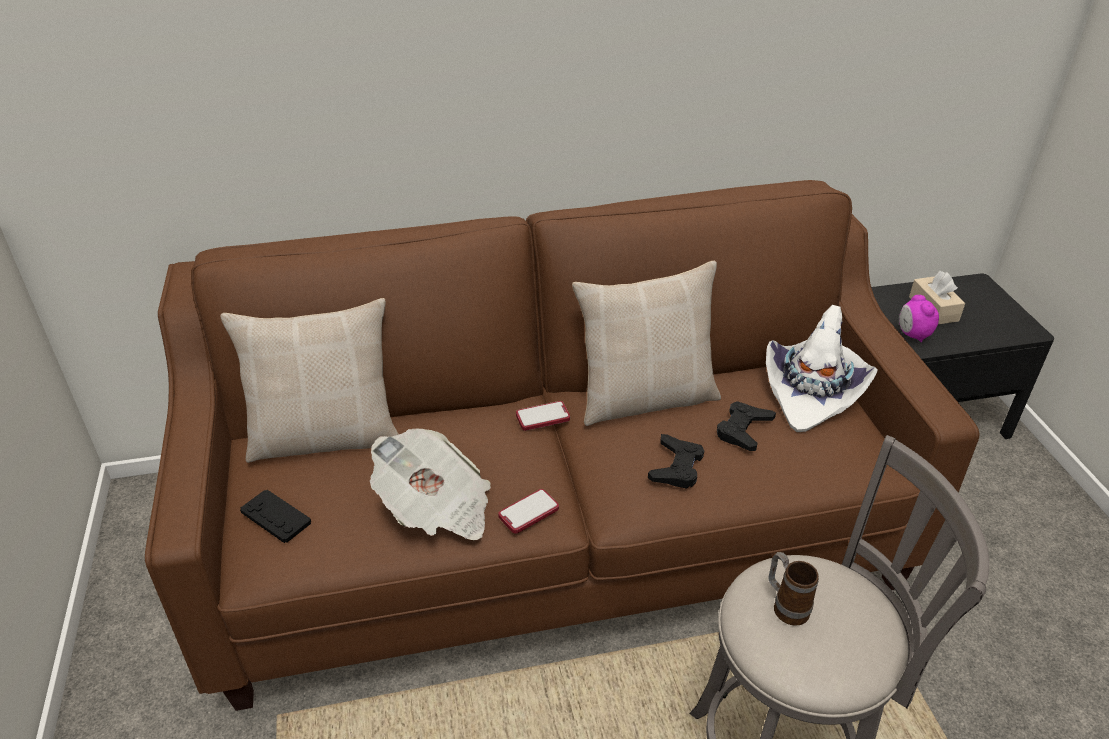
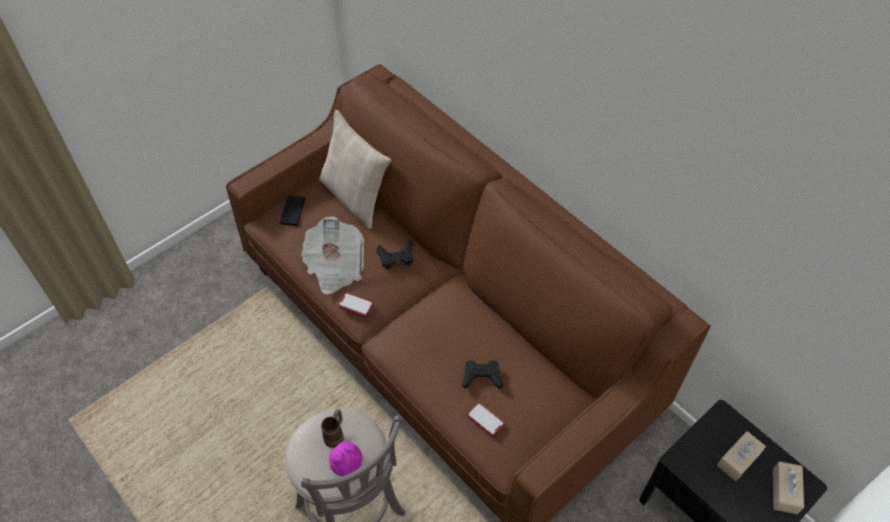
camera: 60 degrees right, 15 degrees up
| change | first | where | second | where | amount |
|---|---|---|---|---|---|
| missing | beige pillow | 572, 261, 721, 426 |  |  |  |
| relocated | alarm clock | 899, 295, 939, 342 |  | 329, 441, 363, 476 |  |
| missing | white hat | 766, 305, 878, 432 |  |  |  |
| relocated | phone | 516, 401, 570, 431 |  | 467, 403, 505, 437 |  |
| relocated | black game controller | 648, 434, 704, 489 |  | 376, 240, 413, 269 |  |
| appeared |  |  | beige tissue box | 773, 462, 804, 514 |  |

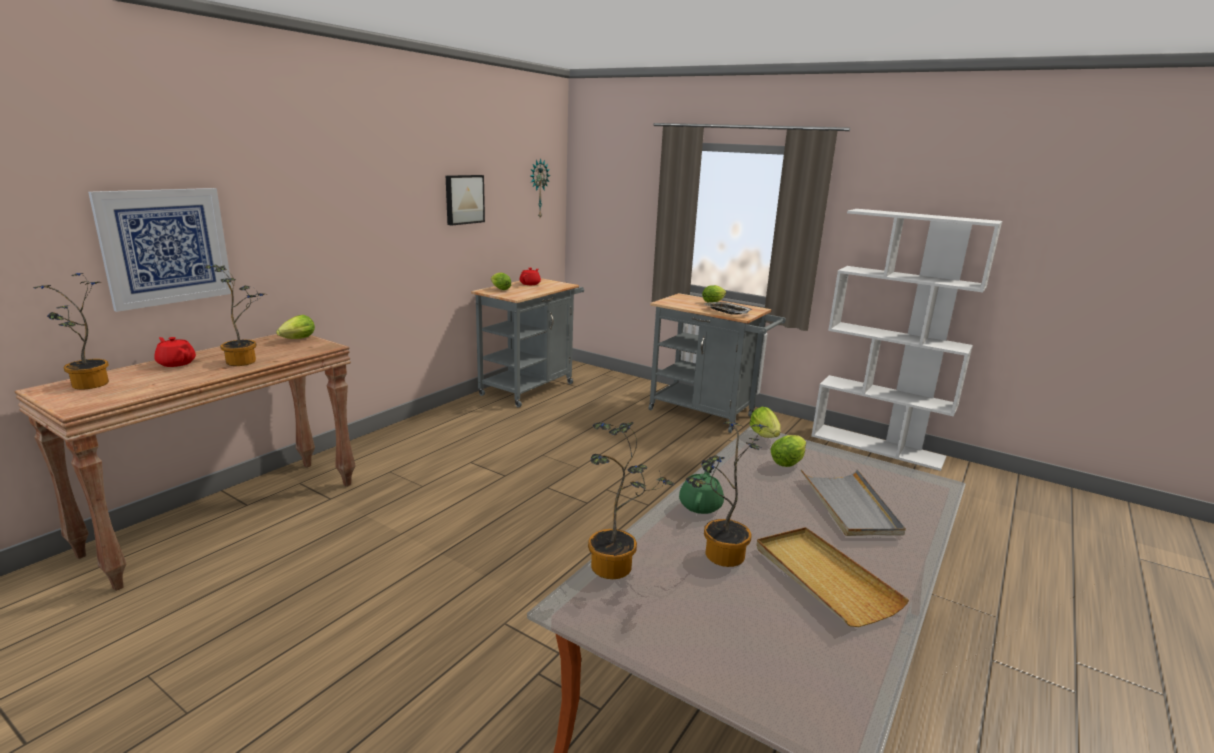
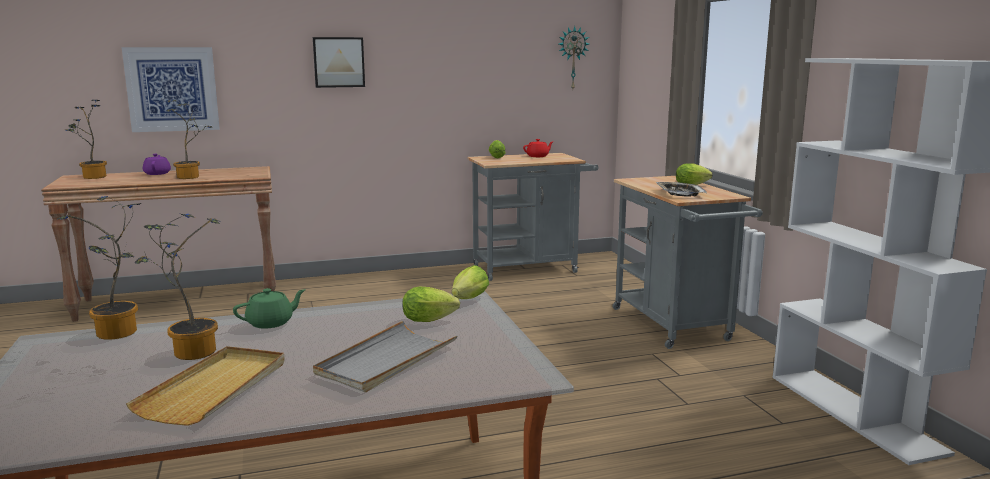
camera: 40 degrees right, 5 degrees down
| change | first | where | second | where | amount |
|---|---|---|---|---|---|
| relocated | picture | 446, 175, 485, 226 |  | 313, 37, 365, 88 |  |
| missing | lettuce | 276, 315, 315, 339 |  |  |  |
| colour | red teapot | 154, 337, 196, 367 | purple teapot | 143, 154, 171, 175 |  |

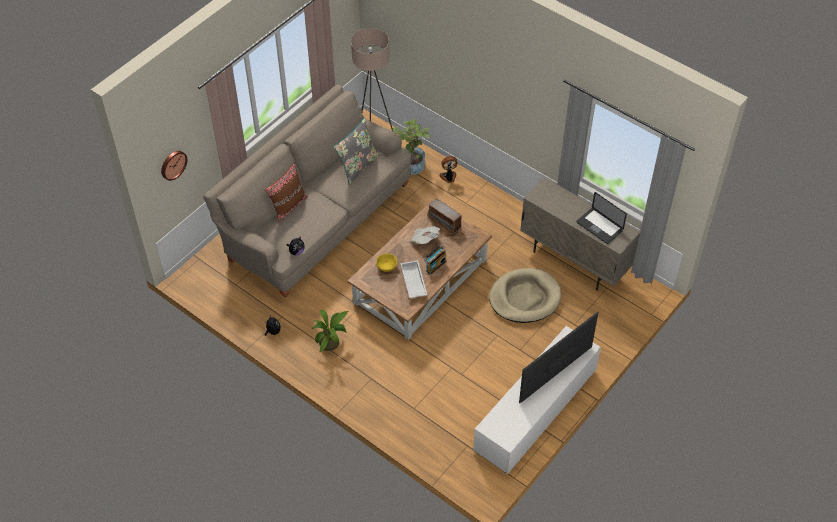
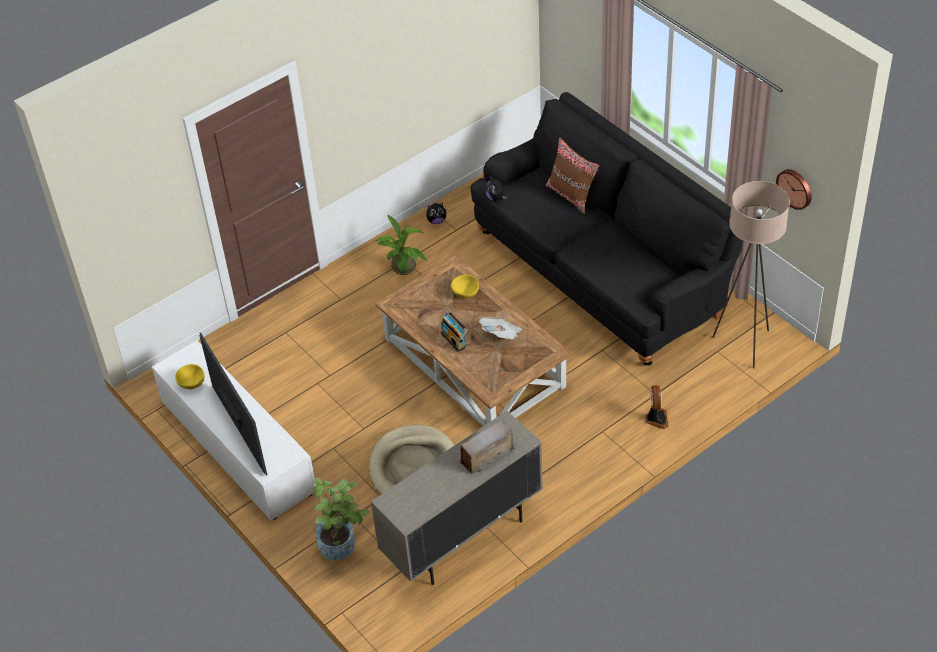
camera: 105 degrees right, 5 degrees down
| change | first | where | second | where | amount |
|---|---|---|---|---|---|
| colour | beige sofa | 203, 85, 412, 297 | black sofa | 471, 92, 743, 366 |  |
| missing | grey pillow | 334, 118, 379, 185 |  |  |  |
| relocated | potted plant | 392, 119, 430, 175 |  | 314, 478, 370, 560 |  |
| relocated | wall clock | 161, 151, 187, 181 |  | 776, 169, 812, 210 |  |
| missing | laptop | 576, 192, 627, 244 |  |  |  |
| relocated | radio | 427, 198, 463, 234 |  | 459, 421, 515, 474 |  |
| missing | white tray | 400, 260, 427, 298 |  |  |  |
| appeared |  |  | yellow bowl | 175, 364, 205, 389 |  |

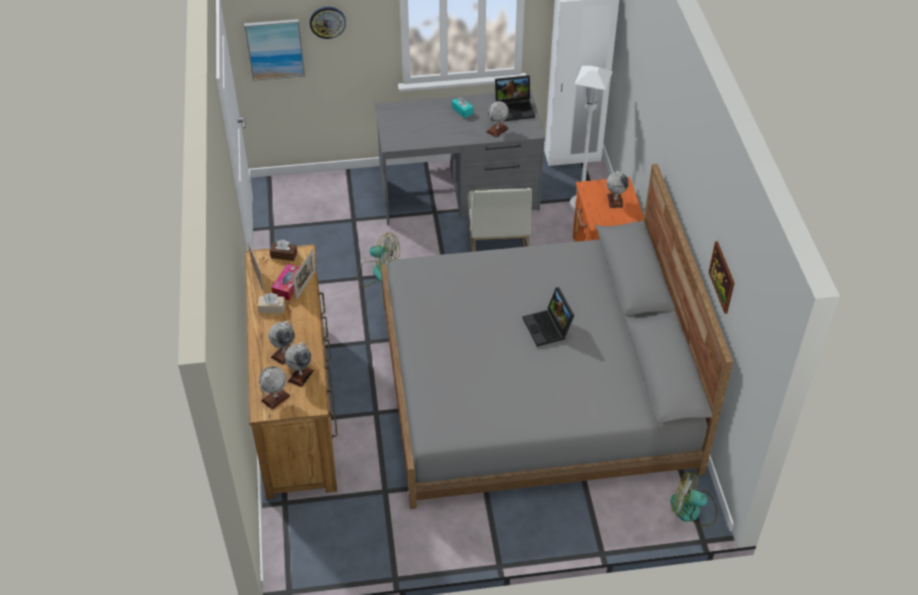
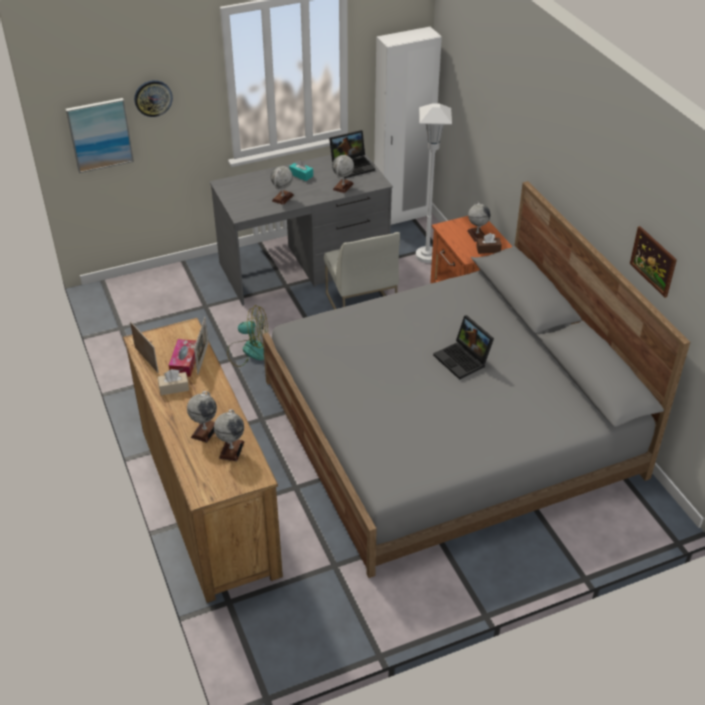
camera: 15 degrees left, 5 degrees down
| change | first | where | second | where | amount |
|---|---|---|---|---|---|
| relocated | brown tissue box | 270, 240, 297, 261 |  | 476, 233, 502, 254 |  |
| relocated | globe | 259, 366, 290, 410 |  | 271, 166, 294, 205 |  |
| missing | fan | 670, 471, 717, 526 |  |  |  |

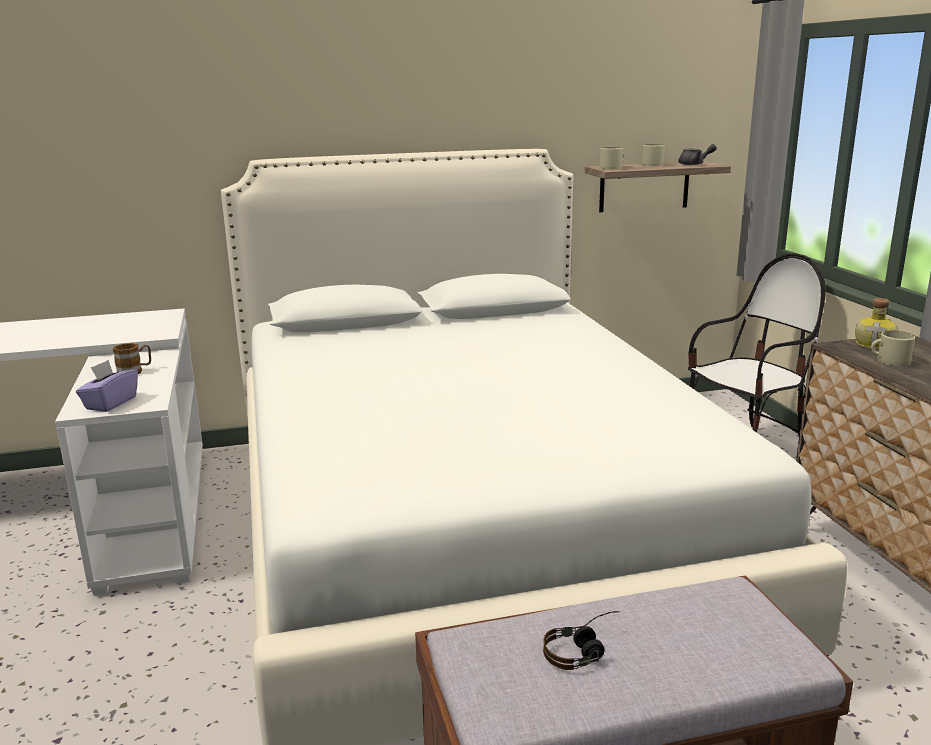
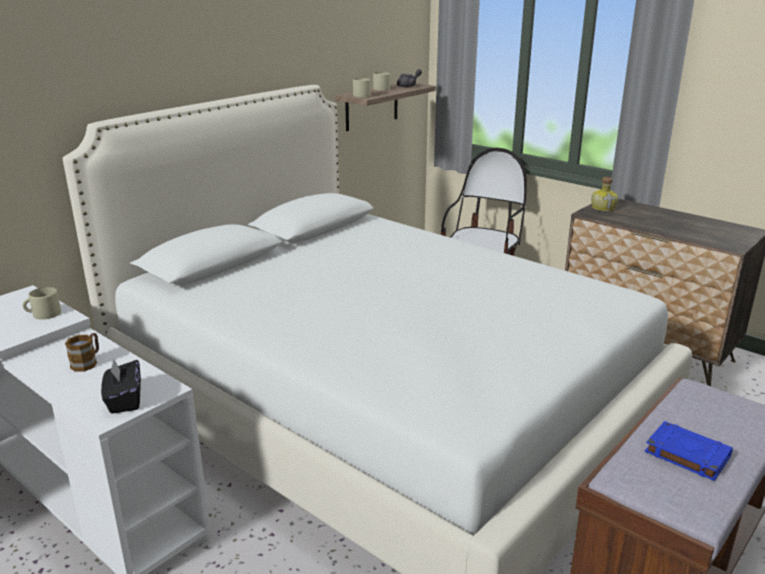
camera: 35 degrees left, 5 degrees up
| change | first | where | second | where | amount |
|---|---|---|---|---|---|
| relocated | beige mug | 870, 331, 915, 366 |  | 22, 287, 61, 320 |  |
| colour | purple tissue box | 76, 360, 138, 412 | black tissue box | 101, 358, 141, 414 |  |
| exchanged | headphones | 543, 611, 620, 670 | blue book | 645, 421, 733, 481 |  |

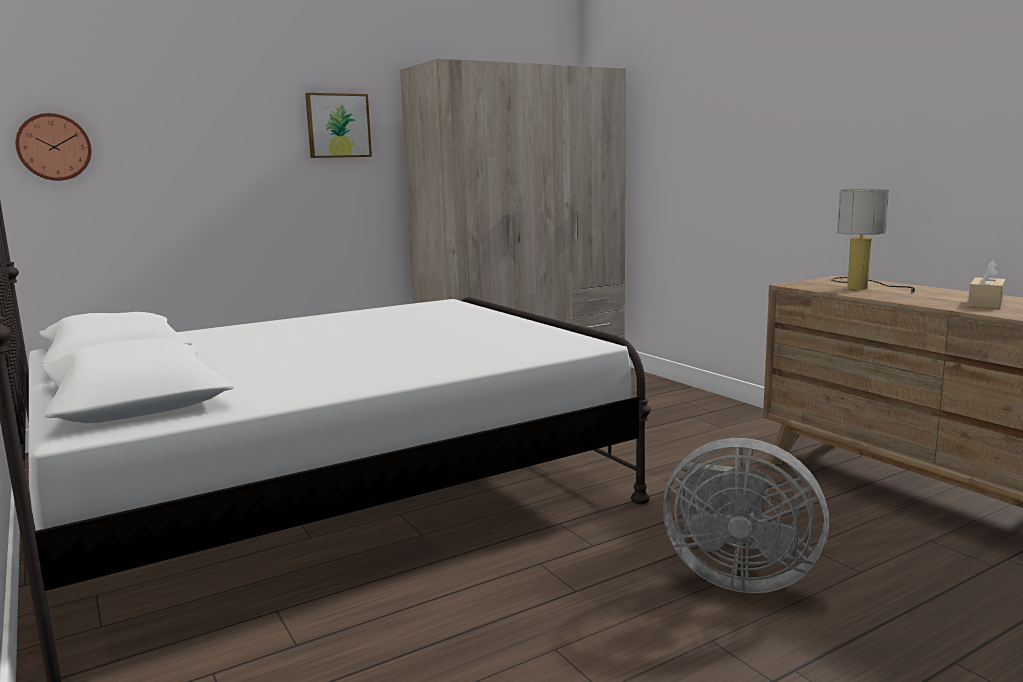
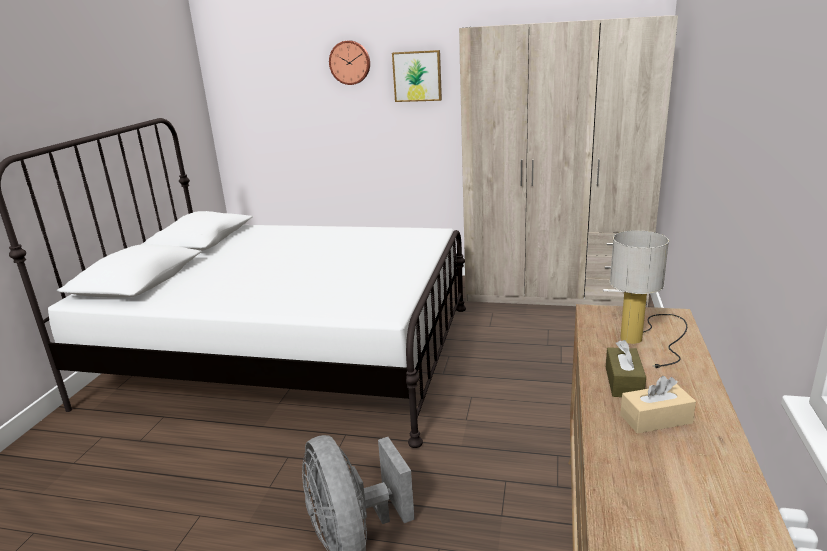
camera: 45 degrees right, 10 degrees up
| change | first | where | second | where | amount |
|---|---|---|---|---|---|
| relocated | wall clock | 15, 113, 91, 181 |  | 329, 40, 370, 85 |  |
| appeared |  |  | brown tissue box | 606, 340, 646, 397 |  |

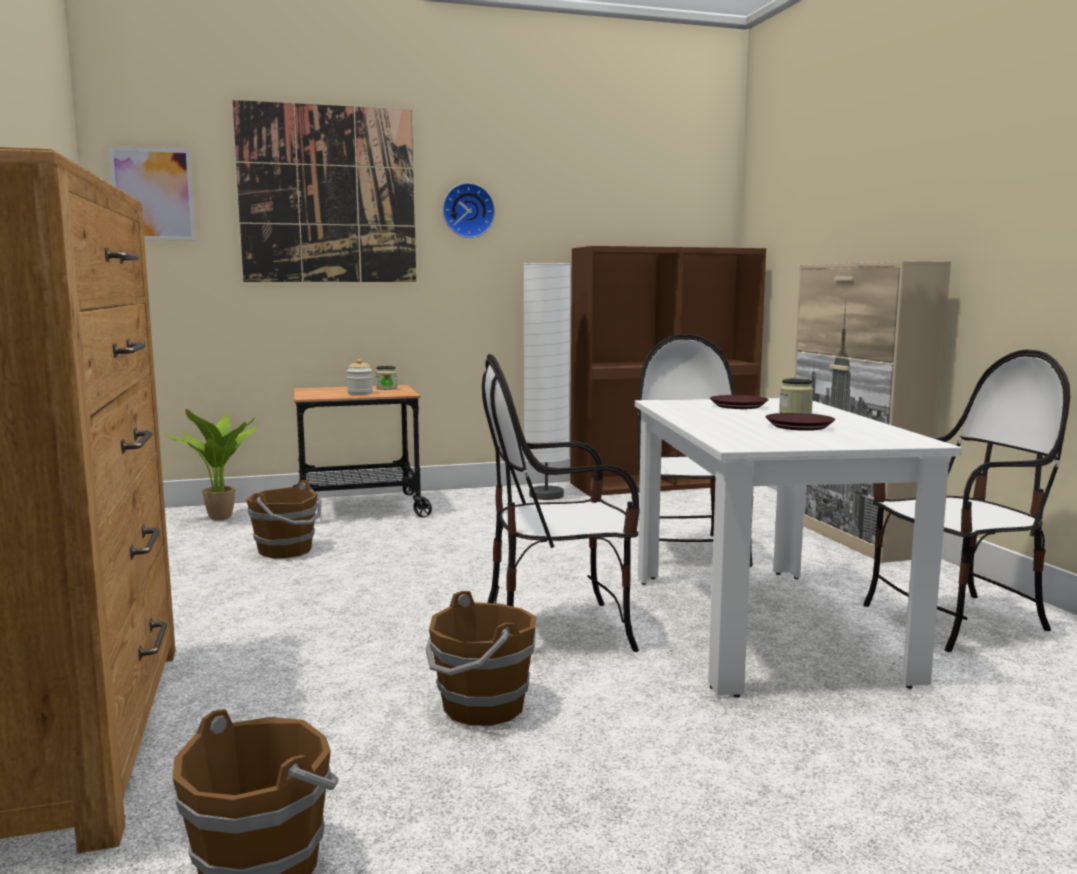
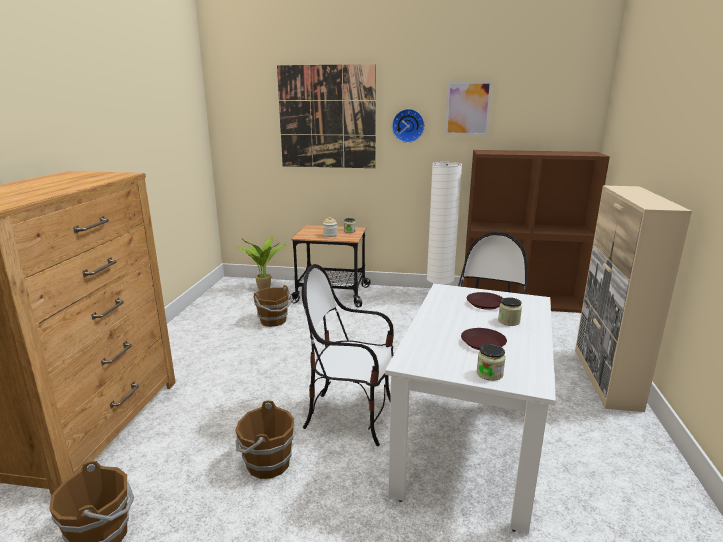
camera: 25 degrees right, 10 degrees up
| change | first | where | second | where | amount |
|---|---|---|---|---|---|
| relocated | picture | 108, 146, 196, 241 |  | 445, 81, 492, 135 |  |
| missing | chair | 863, 349, 1070, 652 |  |  |  |
| appeared |  |  | jar | 477, 344, 505, 381 |  |

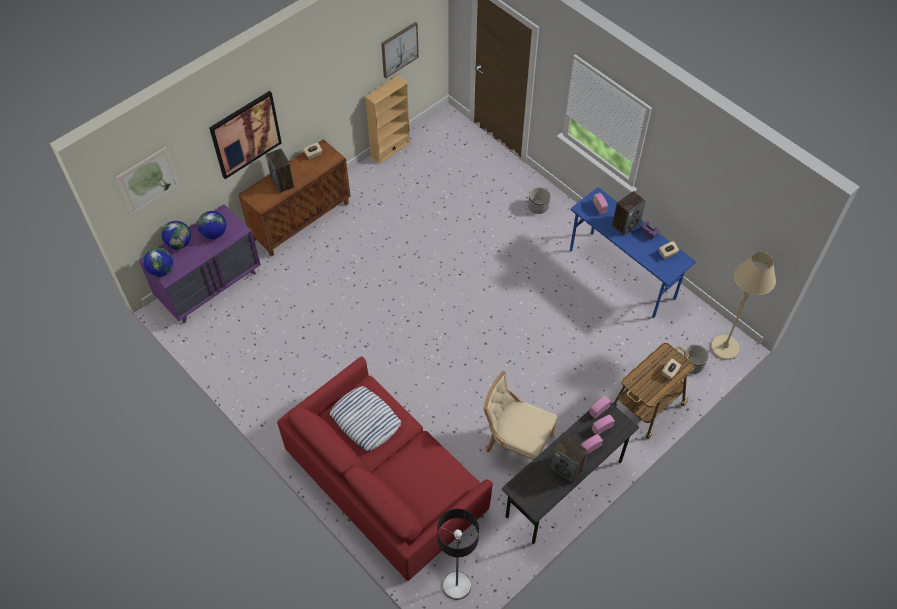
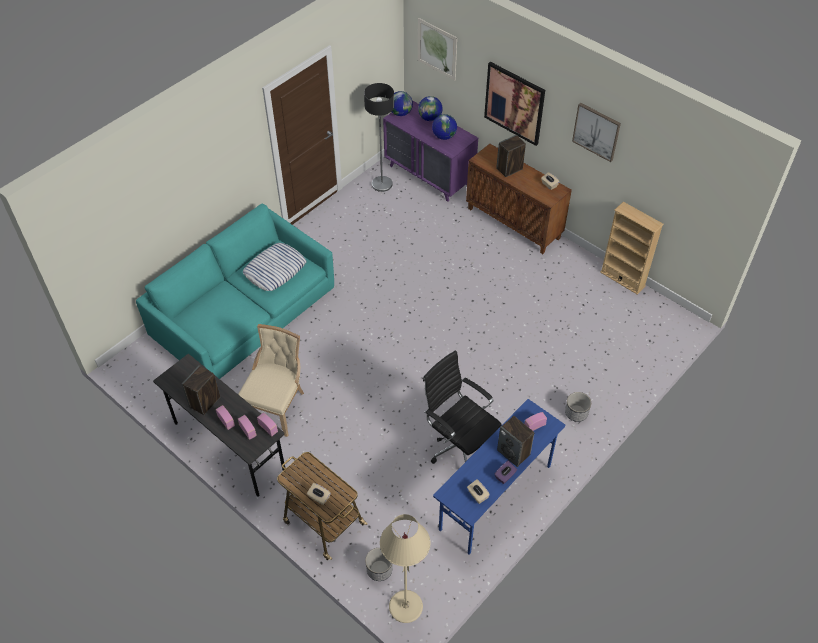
camera: 85 degrees right, 5 degrees down
| change | first | where | second | where | amount |
|---|---|---|---|---|---|
| relocated | picture | 381, 22, 419, 78 |  | 572, 103, 621, 162 |  |
| colour | red sofa | 277, 356, 493, 581 | turquoise sofa | 136, 204, 334, 379 |  |
| relocated | floor lamp | 437, 509, 479, 600 |  | 364, 83, 394, 192 |  |
| appeared |  |  | black office chair | 423, 350, 502, 464 |  |

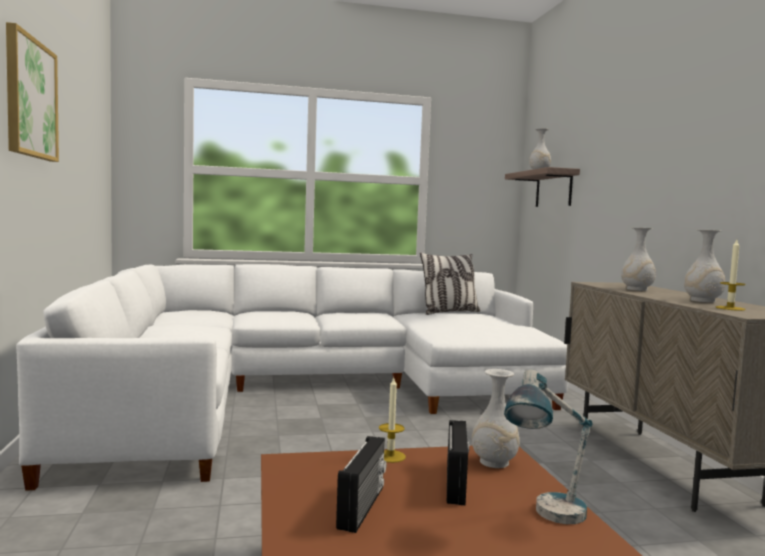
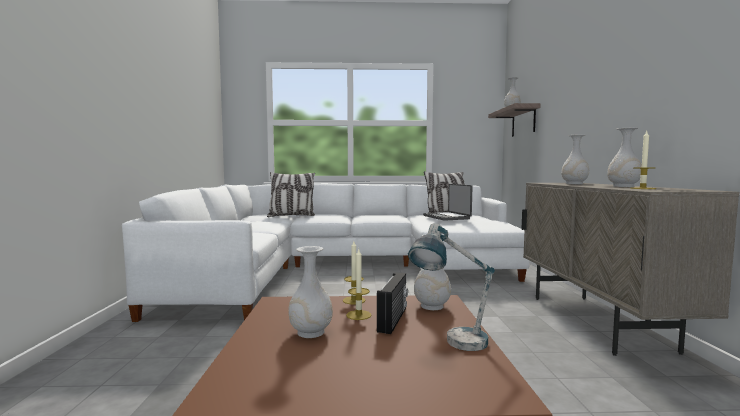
camera: 10 degrees right, 0 degrees up
| change | first | where | second | where | amount |
|---|---|---|---|---|---|
| missing | picture | 6, 22, 59, 162 |  |  |  |
| exchanged | radio | 336, 436, 386, 533 | white vase | 288, 246, 333, 338 |  |
| appeared |  |  | pillow | 267, 172, 315, 217 |  |
| appeared |  |  | laptop | 423, 184, 473, 221 |  |
| appeared |  |  | candle | 346, 249, 372, 320 |  |

